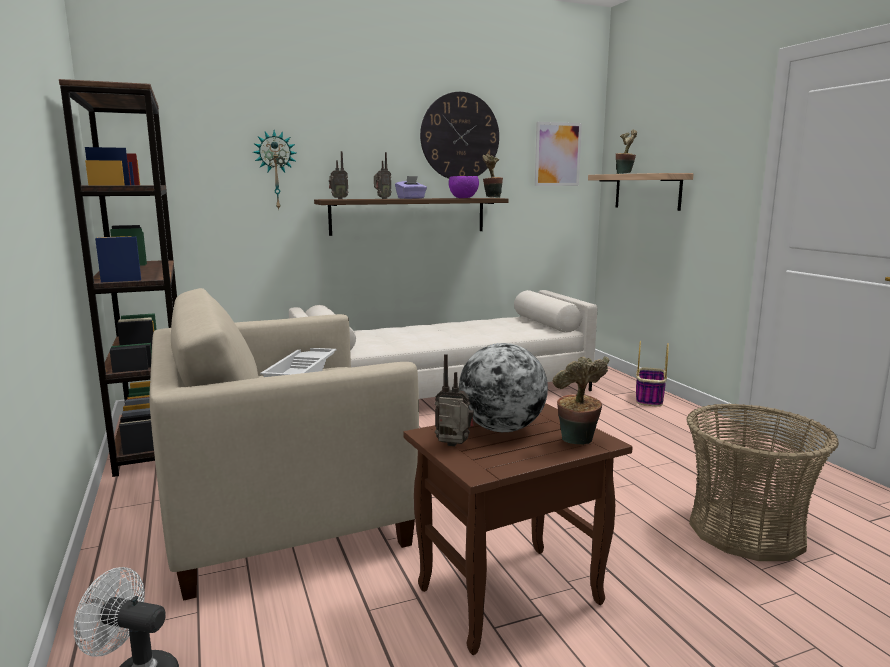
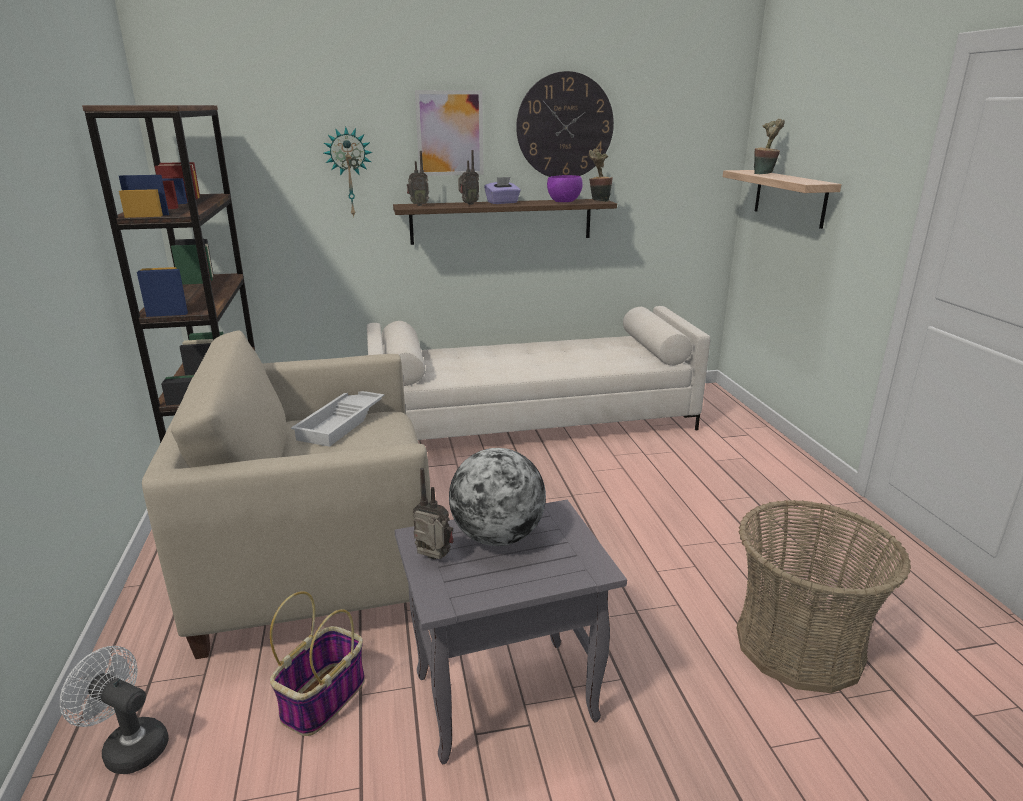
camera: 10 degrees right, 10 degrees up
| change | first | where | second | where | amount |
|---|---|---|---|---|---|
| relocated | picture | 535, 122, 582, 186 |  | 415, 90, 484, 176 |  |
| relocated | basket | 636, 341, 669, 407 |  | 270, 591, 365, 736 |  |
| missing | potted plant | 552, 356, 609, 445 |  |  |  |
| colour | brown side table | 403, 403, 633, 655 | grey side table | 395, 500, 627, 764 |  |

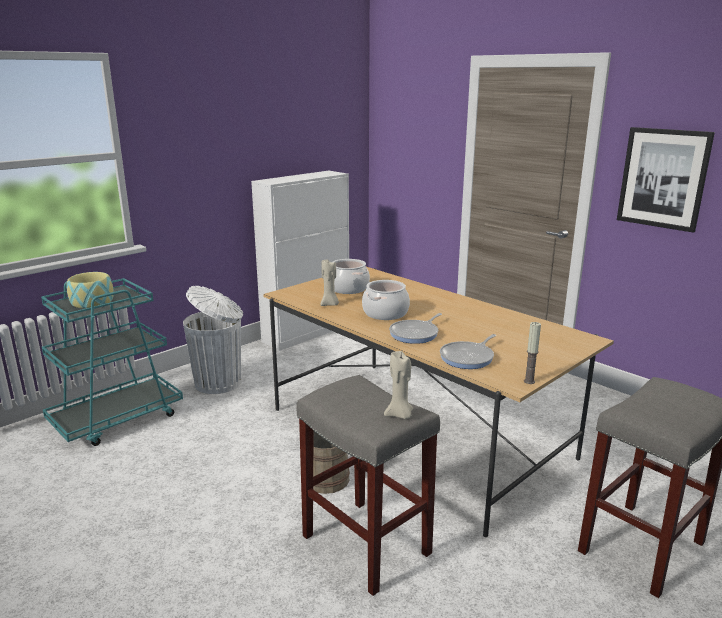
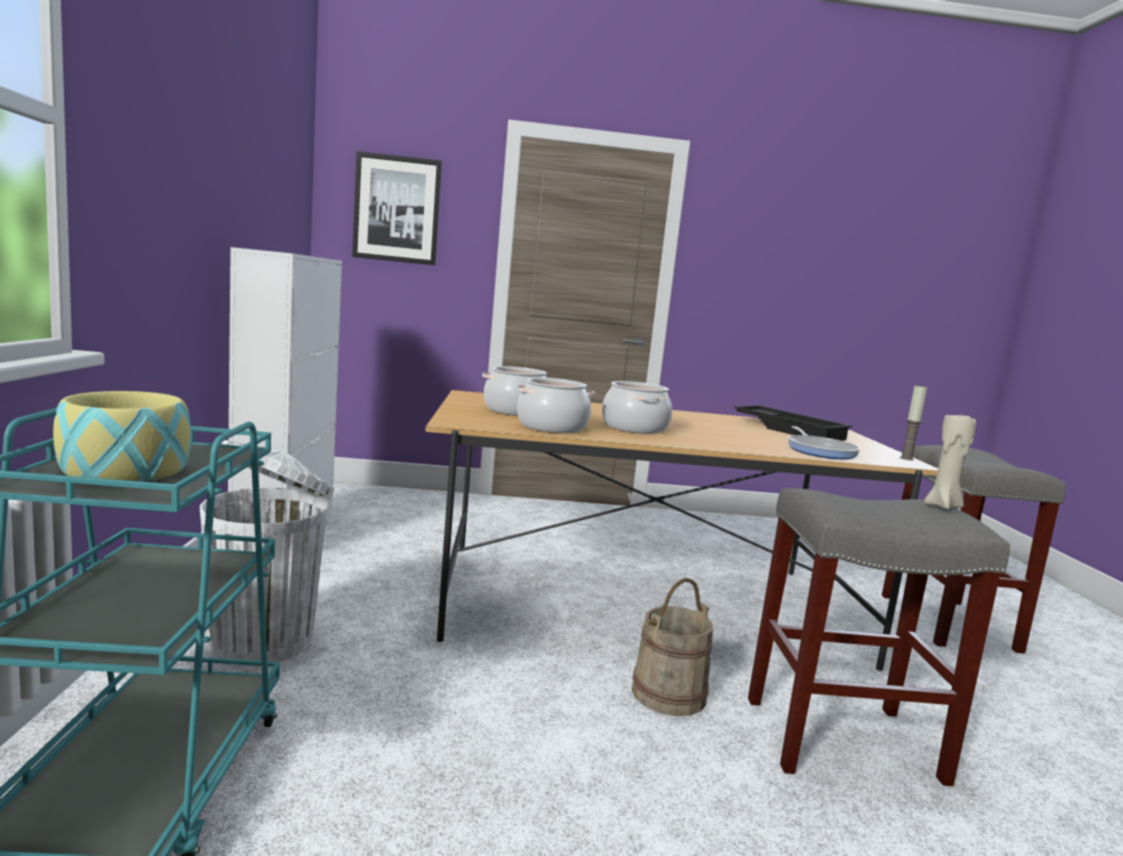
camera: 50 degrees left, 10 degrees down
| change | first | where | second | where | amount |
|---|---|---|---|---|---|
| relocated | picture | 617, 127, 715, 233 |  | 352, 151, 442, 265 |  |
| exchanged | beige candle | 321, 260, 339, 306 | cooking pot | 516, 378, 595, 433 |  |
| missing | frying pan | 389, 313, 442, 344 |  |  |  |
| appeared |  |  | black tray | 734, 405, 852, 441 |  |

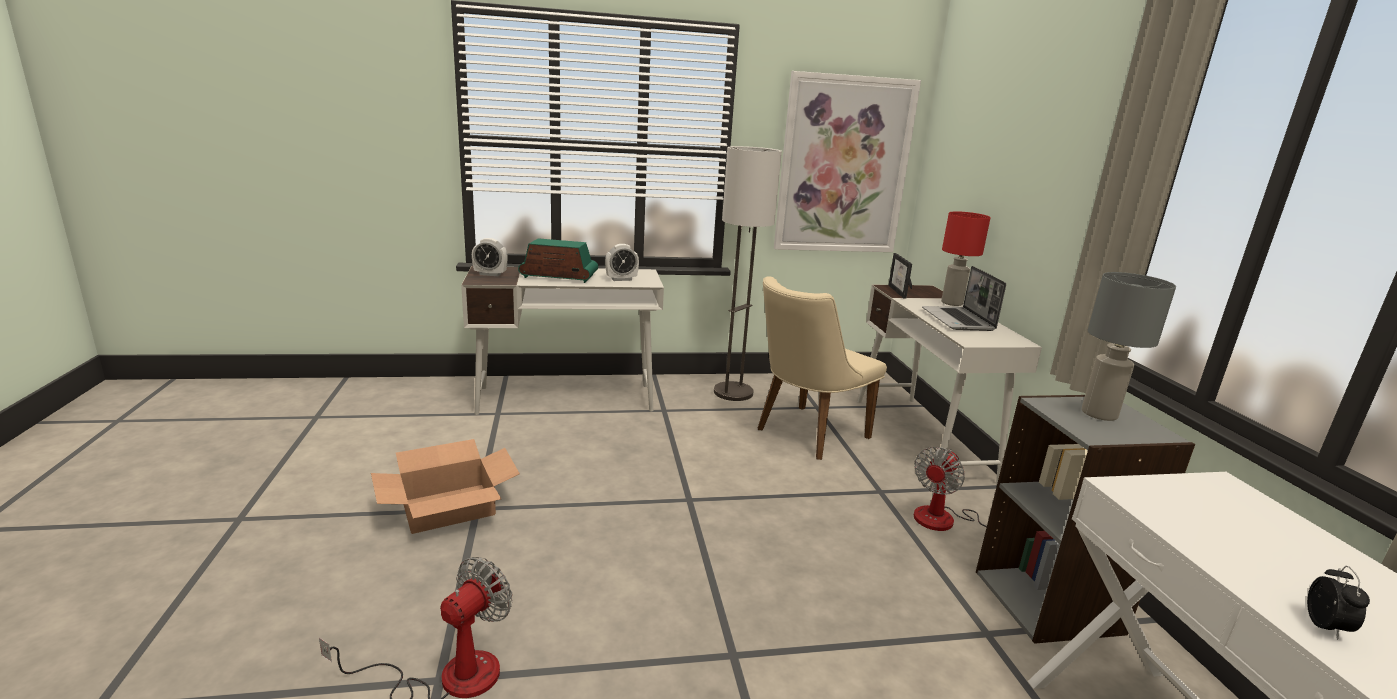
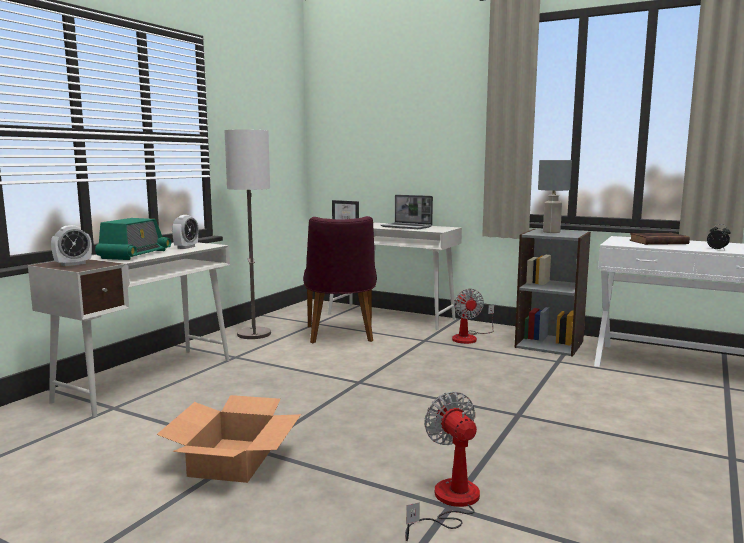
camera: 50 degrees left, 10 degrees down
| change | first | where | second | where | amount |
|---|---|---|---|---|---|
| missing | picture | 774, 71, 921, 252 |  |  |  |
| missing | red table lamp | 941, 211, 991, 306 |  |  |  |
| spun | radio | 518, 238, 598, 283 |  | 95, 218, 171, 260 | 150 degrees clockwise |
| colour | beige chair | 758, 276, 887, 460 | purple chair | 303, 216, 377, 343 |  |
| appeared |  |  | brown book | 630, 233, 690, 245 |  |

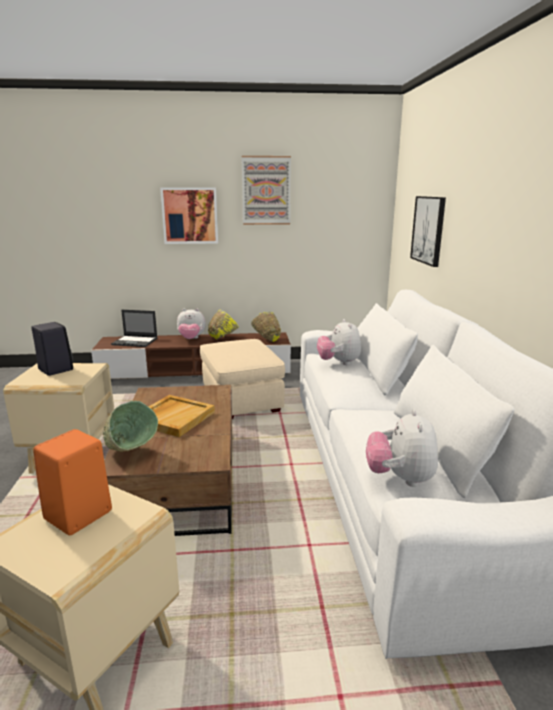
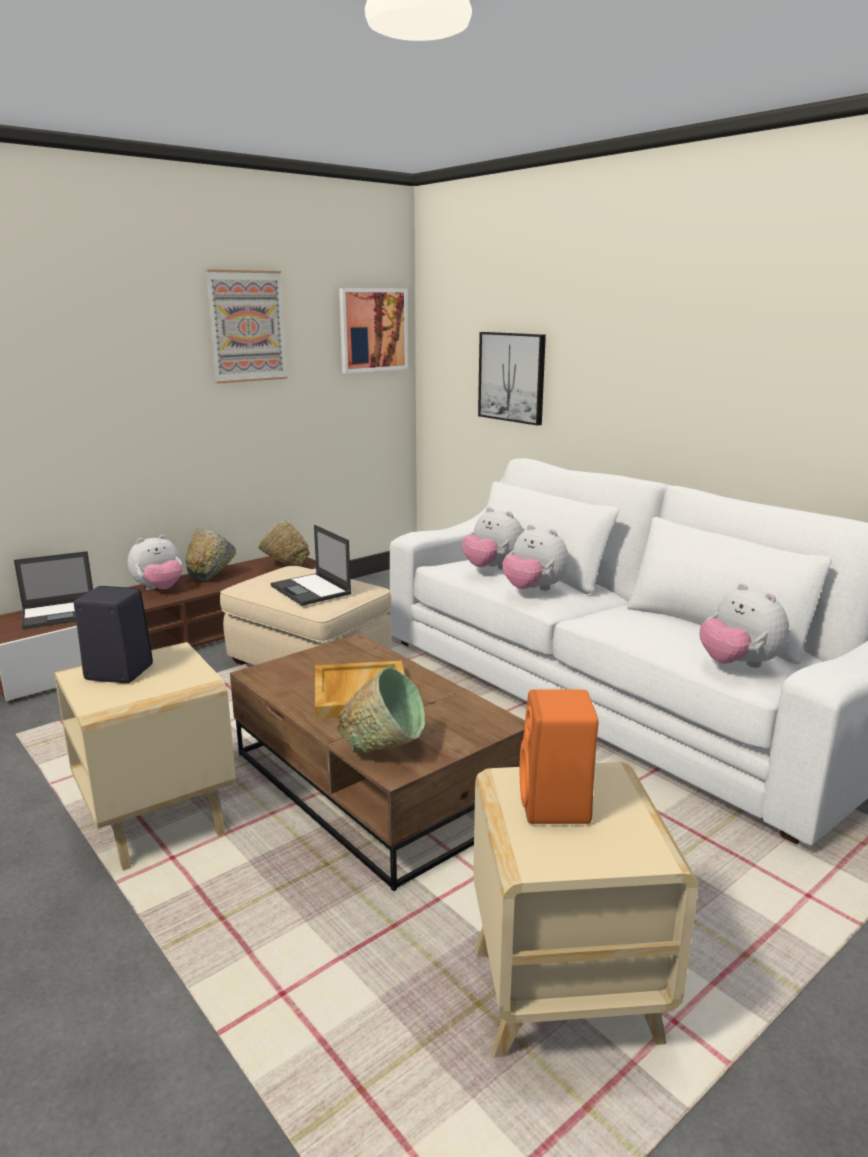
camera: 35 degrees left, 0 degrees up
| change | first | where | second | where | amount |
|---|---|---|---|---|---|
| relocated | picture | 160, 187, 218, 244 |  | 339, 288, 408, 373 |  |
| colour | yellow bowl | 208, 309, 239, 340 | grey bowl | 185, 528, 236, 582 |  |
| appeared |  |  | plush toy | 502, 524, 569, 591 |  |
| appeared |  |  | laptop | 270, 525, 352, 606 |  |

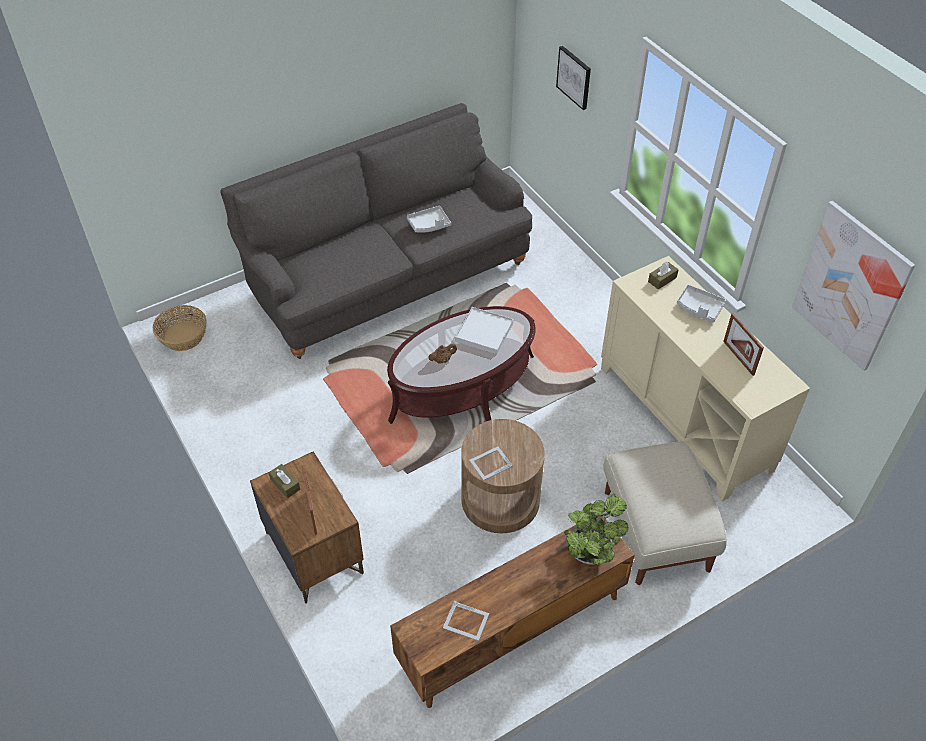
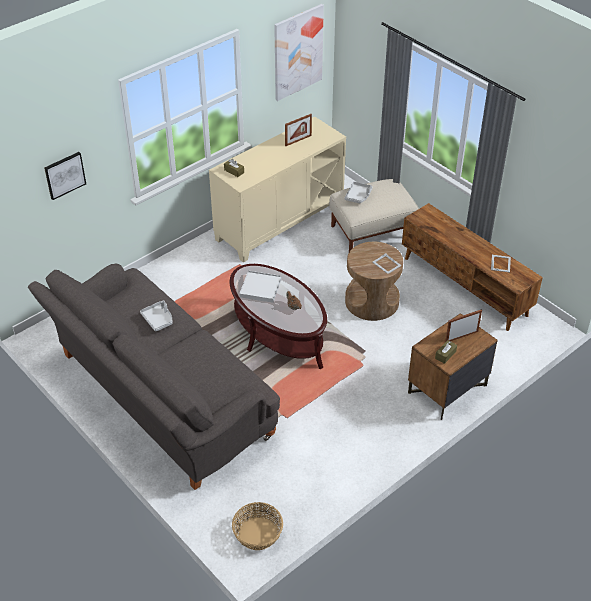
camera: 100 degrees left, 5 degrees down
| change | first | where | second | where | amount |
|---|---|---|---|---|---|
| relocated | grey tray | 677, 284, 726, 322 |  | 344, 182, 373, 203 |  |
| missing | potted plant | 564, 494, 629, 564 |  |  |  |

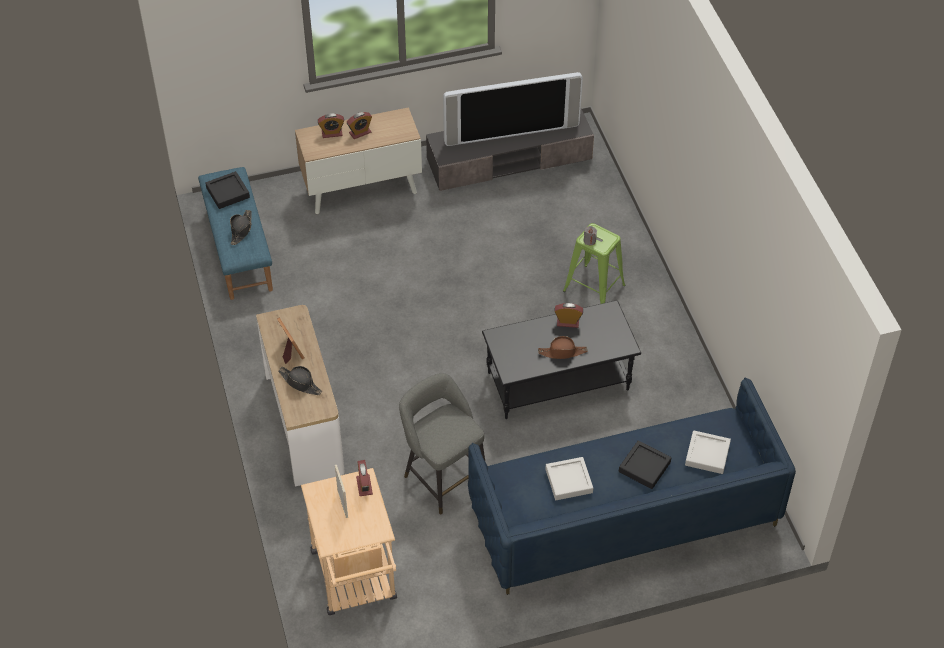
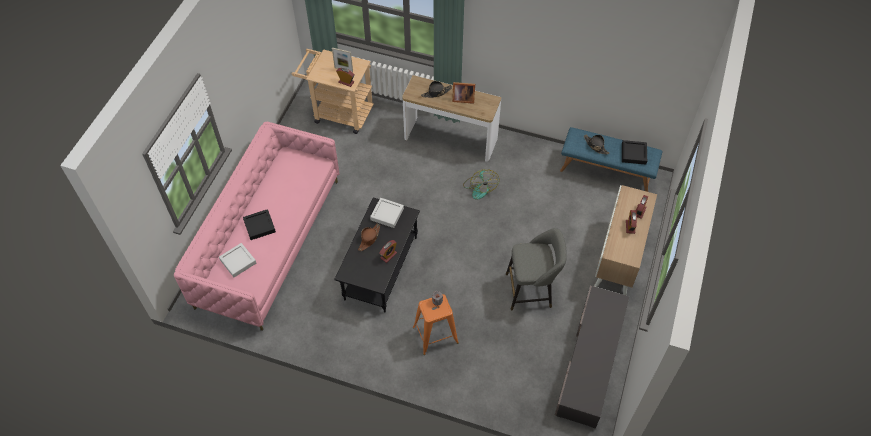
camera: 125 degrees right, 5 degrees up
| change | first | where | second | where | amount |
|---|---|---|---|---|---|
| missing | television | 443, 72, 583, 146 |  |  |  |
| colour | green stool | 563, 223, 625, 304 | orange stool | 413, 294, 459, 355 |  |
| relocated | grey stool | 399, 373, 485, 515 |  | 506, 228, 567, 310 |  |
| colour | blue sofa | 468, 378, 796, 595 | pink sofa | 174, 121, 340, 331 |  |
| relocated | grey tray | 545, 457, 593, 500 |  | 370, 198, 404, 228 |  |
| appeared |  |  | fan | 463, 169, 499, 200 |  |

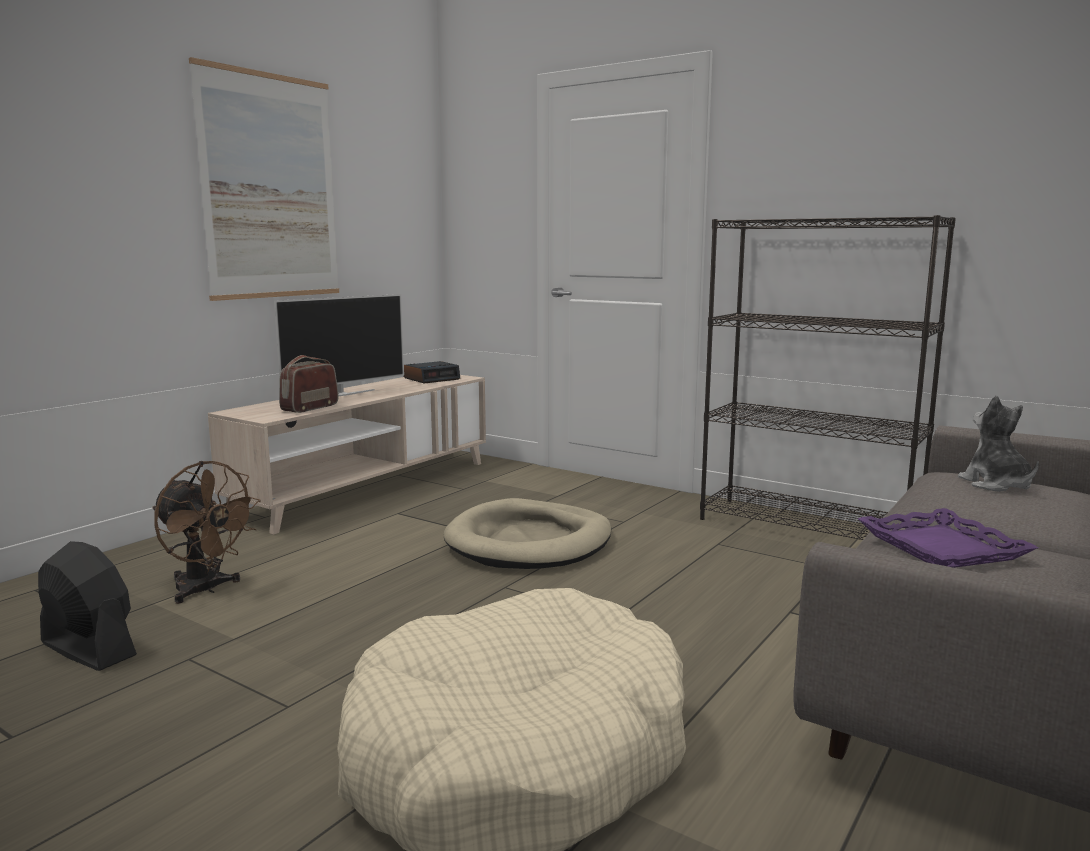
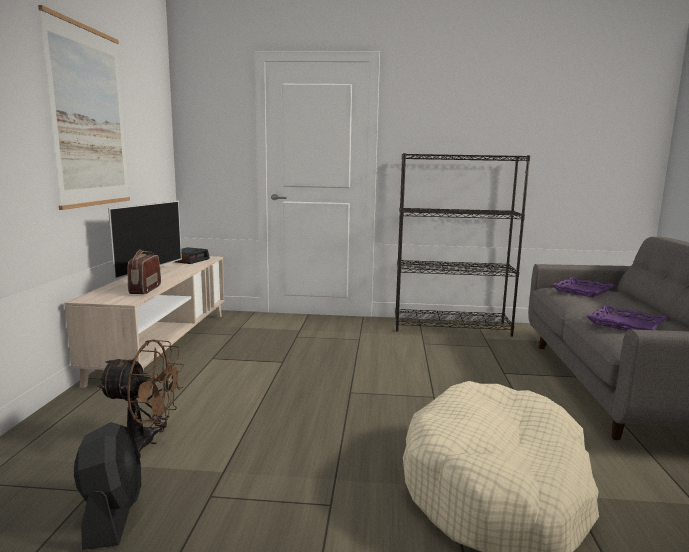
camera: 30 degrees left, 0 degrees up
| change | first | where | second | where | amount |
|---|---|---|---|---|---|
| exchanged | plush toy | 958, 395, 1039, 492 | purple tray | 552, 277, 615, 297 |  |
| missing | beige dog bed | 444, 498, 612, 569 |  |  |  |
| spun | black fan | 38, 541, 137, 671 |  | 74, 422, 141, 550 | 75 degrees clockwise |

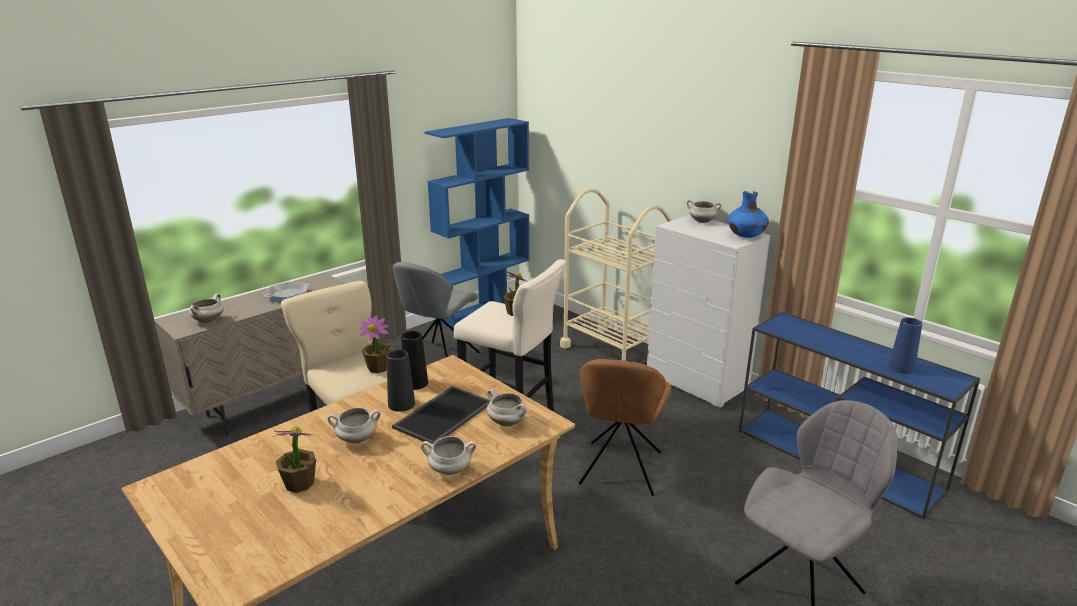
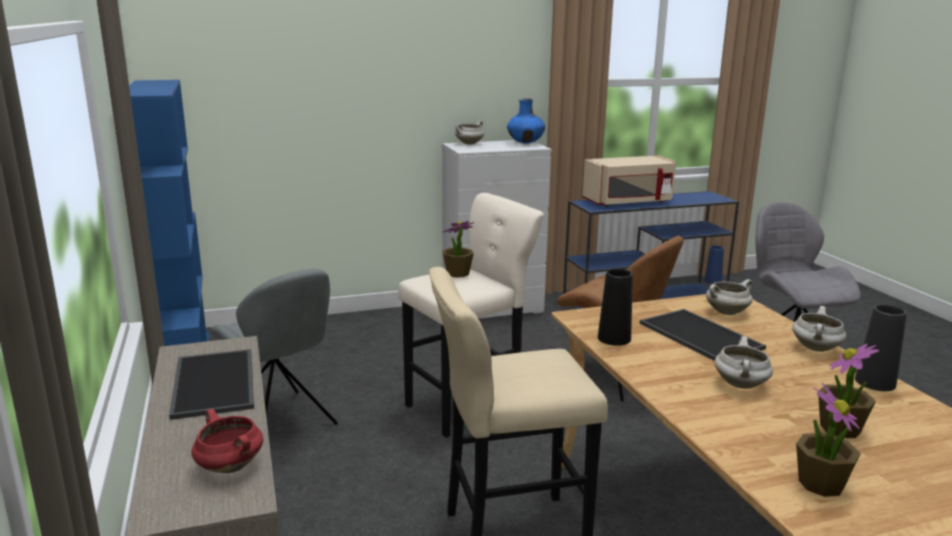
camera: 65 degrees left, 5 degrees down
| change | first | where | second | where | amount |
|---|---|---|---|---|---|
| missing | beige cart | 560, 188, 672, 361 |  |  |  |
| exchanged | frying pan | 264, 281, 310, 302 | tray | 169, 349, 254, 420 |  |
| colour | white cooking pot | 189, 294, 224, 323 | red cooking pot | 191, 409, 263, 473 |  |
| relocated | potted plant | 360, 316, 392, 373 |  | 796, 383, 861, 497 |  |
| relocated | blue vase | 888, 318, 922, 374 |  | 704, 246, 724, 284 |  |
| relocated | black vase | 386, 350, 415, 412 |  | 855, 304, 907, 391 |  |
| appeared |  |  | beige microwave | 583, 155, 676, 206 |  |

